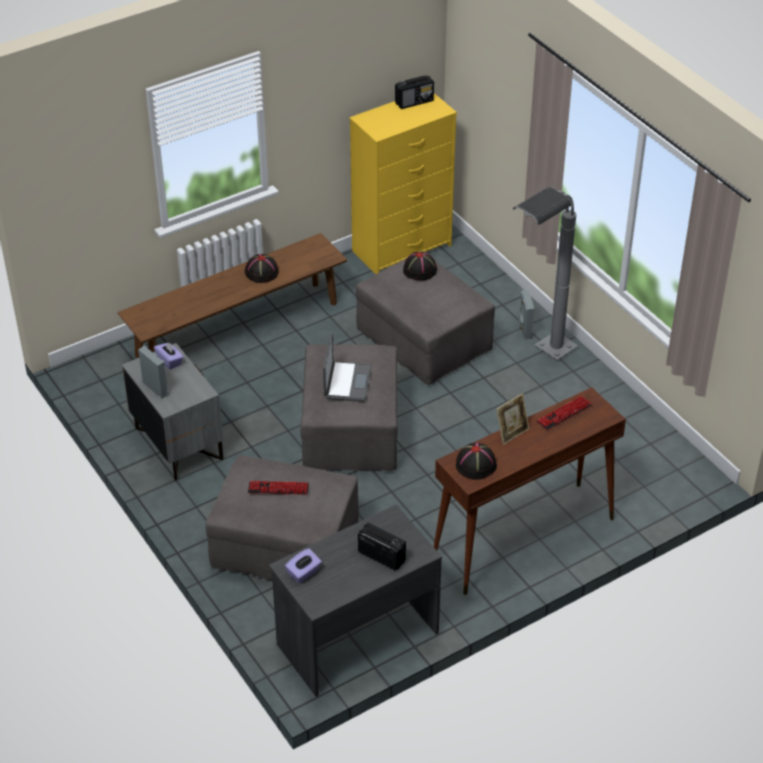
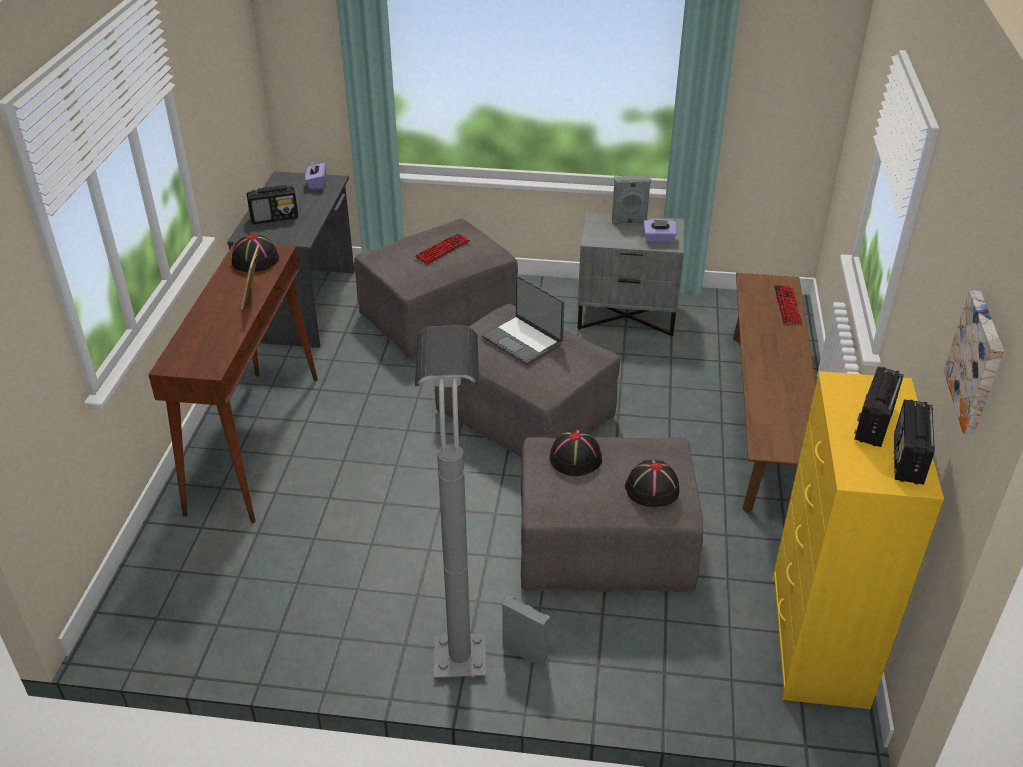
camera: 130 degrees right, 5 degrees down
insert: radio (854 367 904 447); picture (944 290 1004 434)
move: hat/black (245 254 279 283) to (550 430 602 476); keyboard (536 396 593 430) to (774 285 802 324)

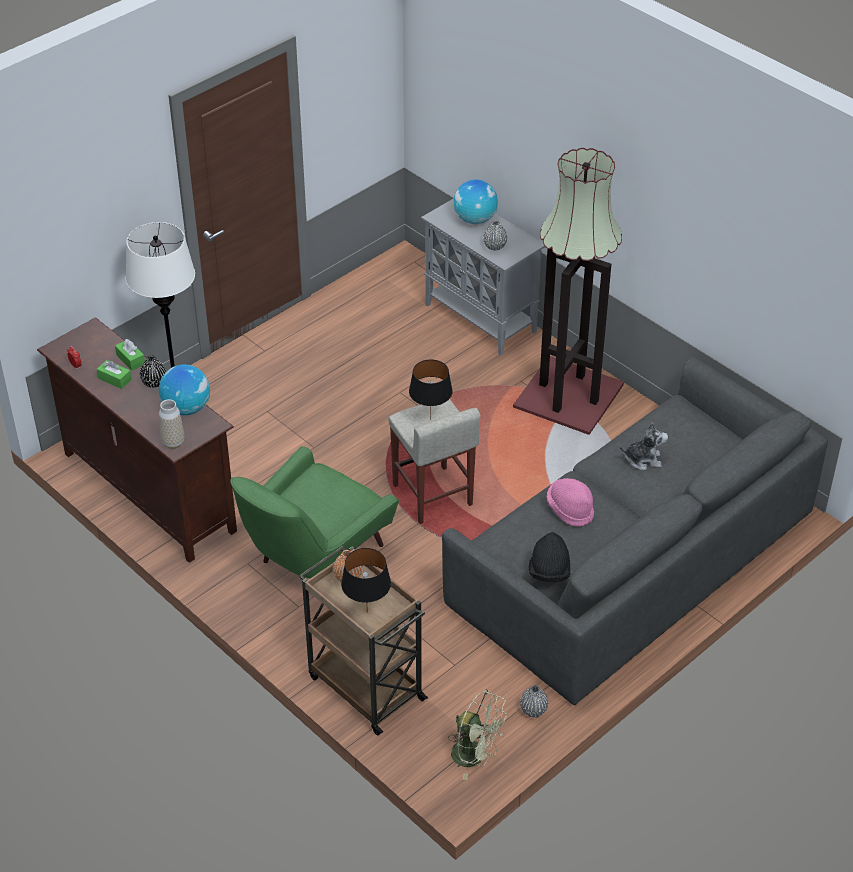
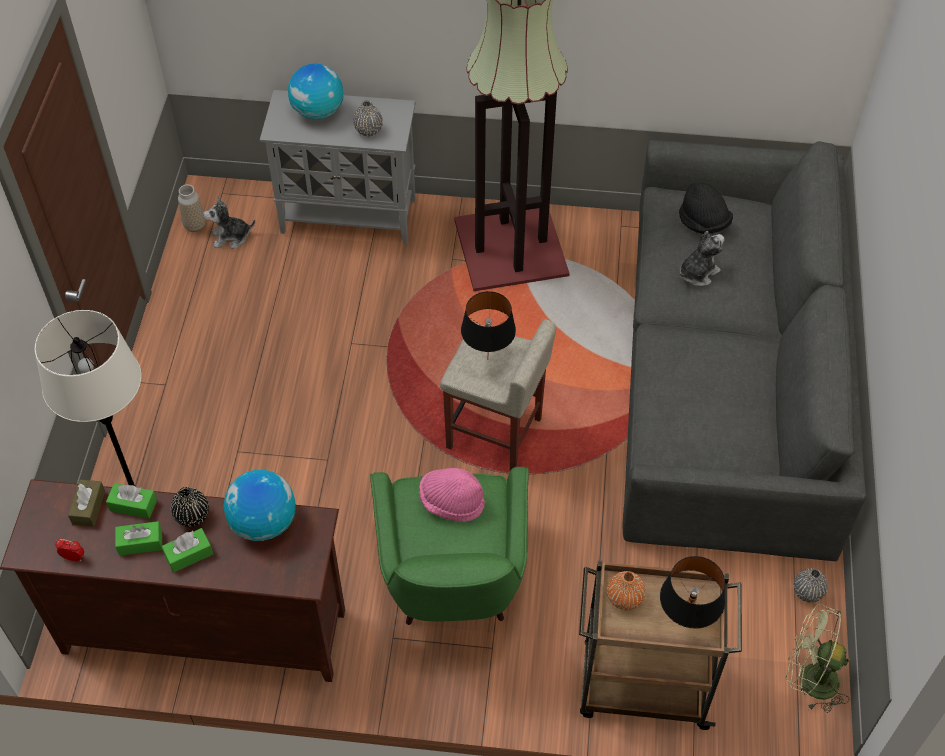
camera: 40 degrees left, 10 degrees up
insert: tissue box/brown (68 480 105 527); tissue box/green (162 528 213 573); plush toy (203 196 255 249)
move: vase (159 399 184 449) to (178 184 206 232); hat/black (529 532 570 582) to (679 182 733 234); hat/pink (547 478 594 527) to (419 468 485 522)
rotate: fan/green (448 690 508 780) = (786 604 850 713) 150 degrees counterclockwise

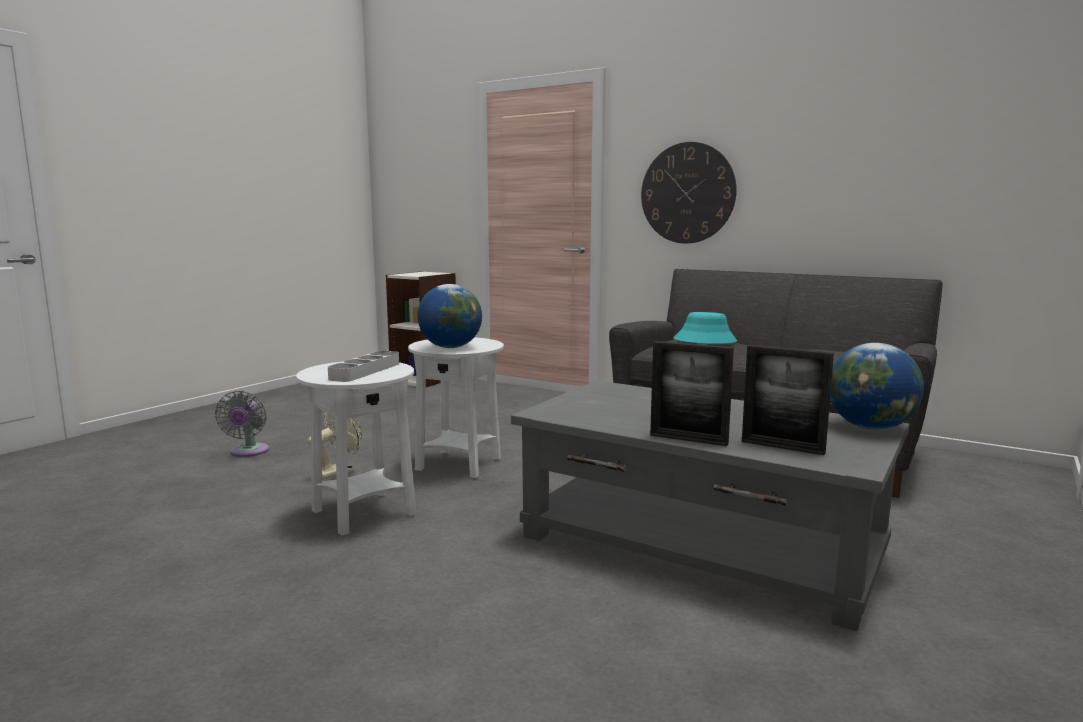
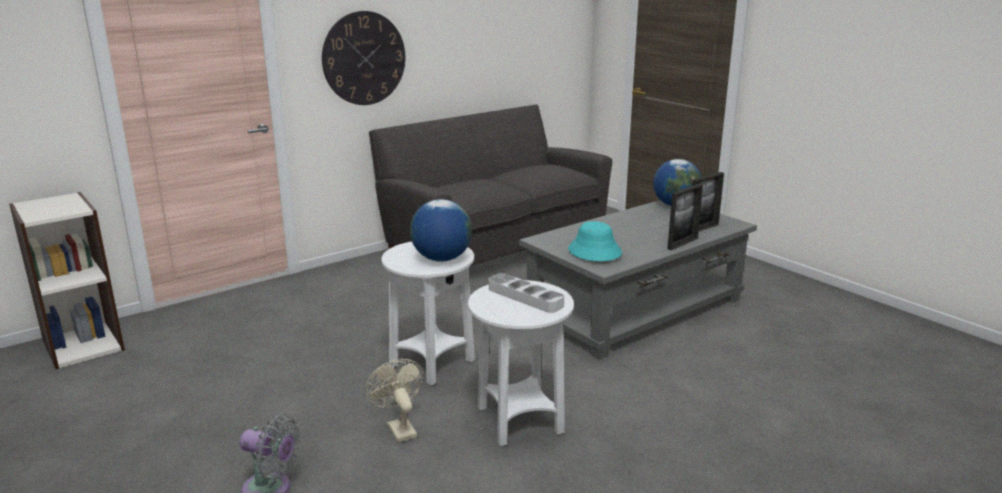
camera: 70 degrees left, 10 degrees up
move: hat/turquoise (673 312 737 344) to (568 221 622 261)

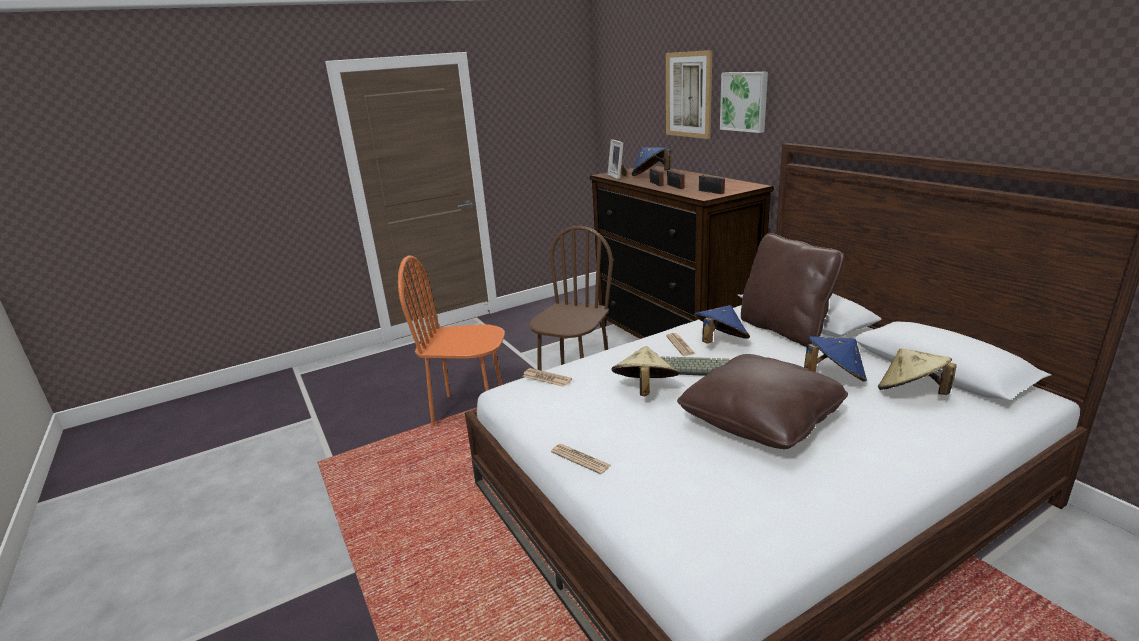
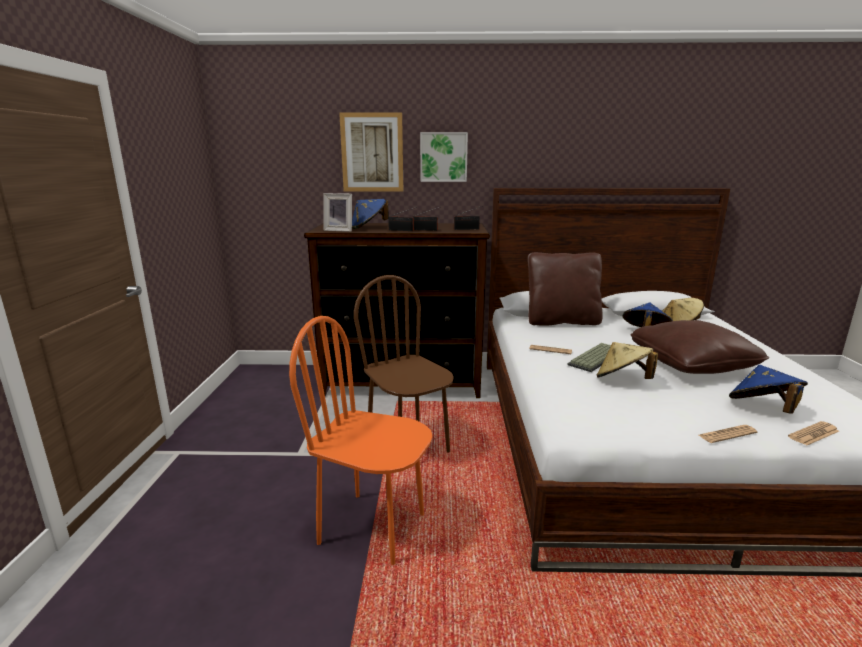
camera: 60 degrees left, 5 degrees down
move: newspaper (522 368 572 387) to (788 421 839 445); hat/blue (694 305 750 344) to (729 365 808 414)
rotate: chair/orange (398 256 505 426) = (289 316 433 565) 75 degrees clockwise

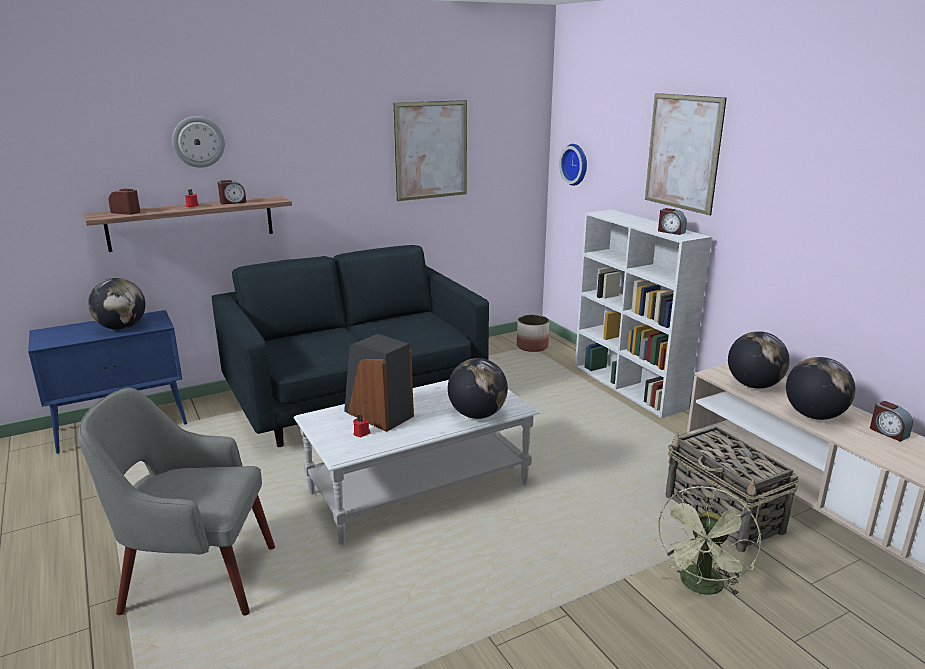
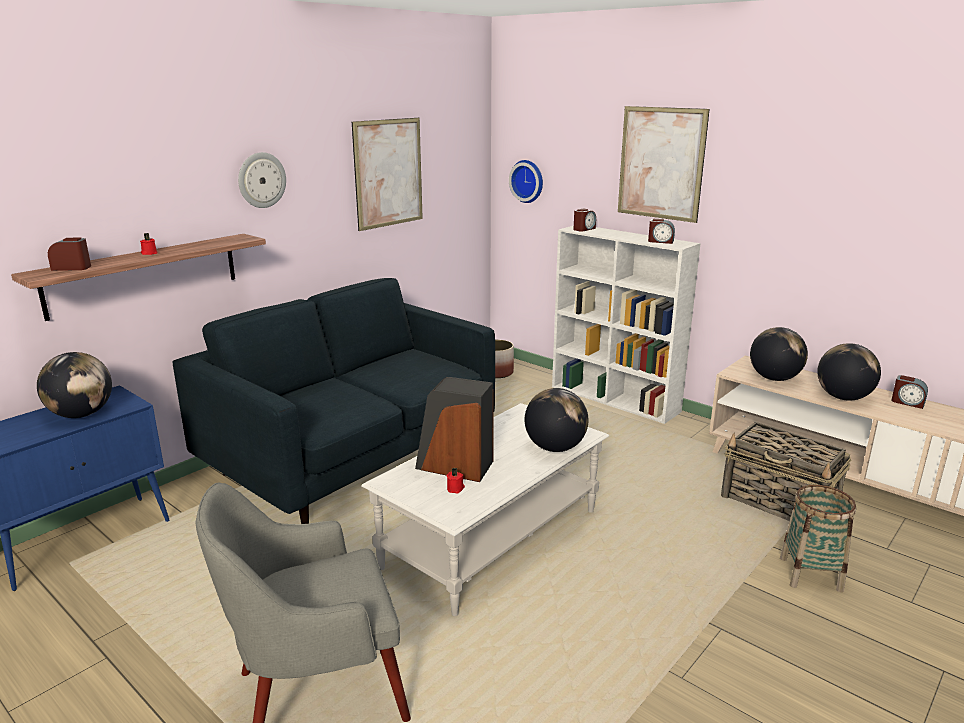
camera: 20 degrees left, 0 degrees up
move: wall clock (172 116 225 168) to (238 152 286 208); alarm clock (218 180 246 204) to (573 209 596 232)
replace: fan/green (656 486 761 597) to basket (780 485 856 592)

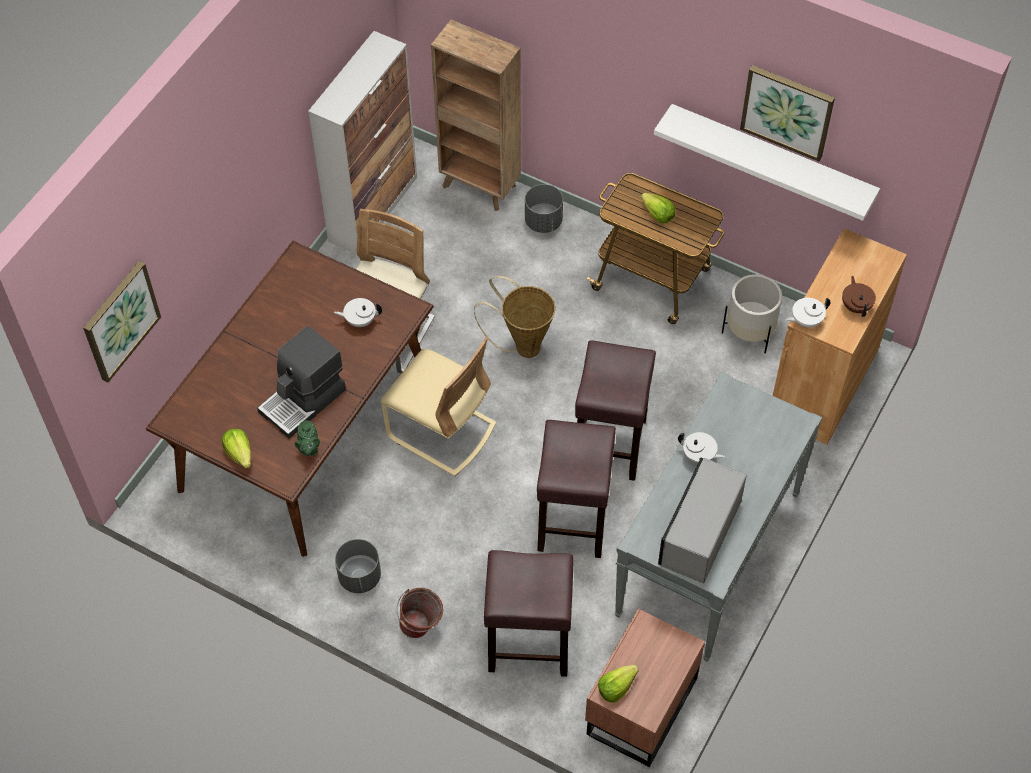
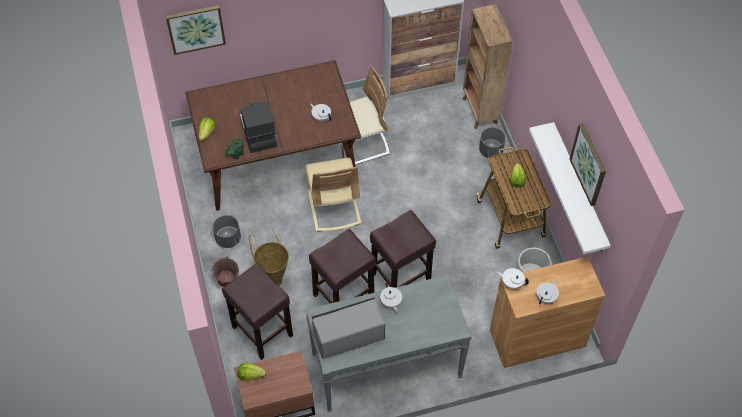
camera: 45 degrees right, 0 degrees up
move: basket (474 276 555 358) to (249 228 289 286)
recolor: teapot/brown (842 276 876 317) to teapot/white (536 280 559 304)
rotate: coffee machine (257 326 346 439) = (240 102 277 153) 75 degrees clockwise

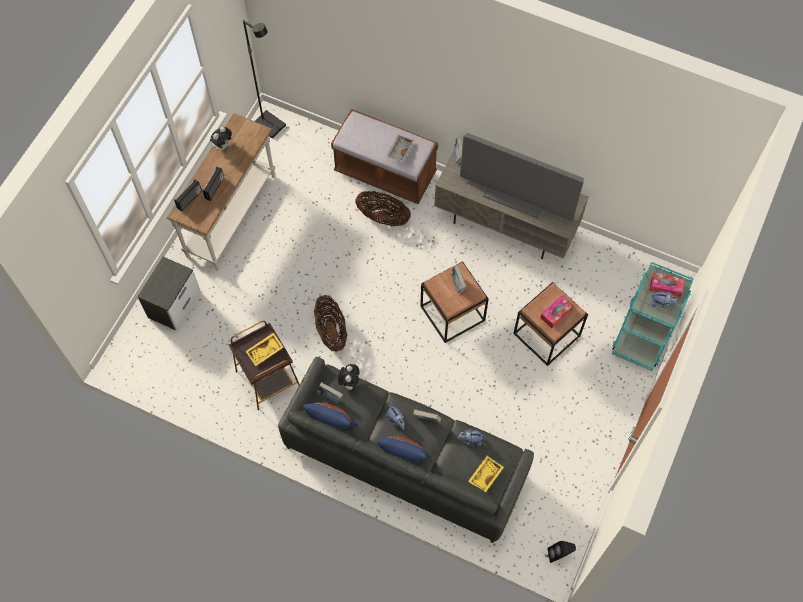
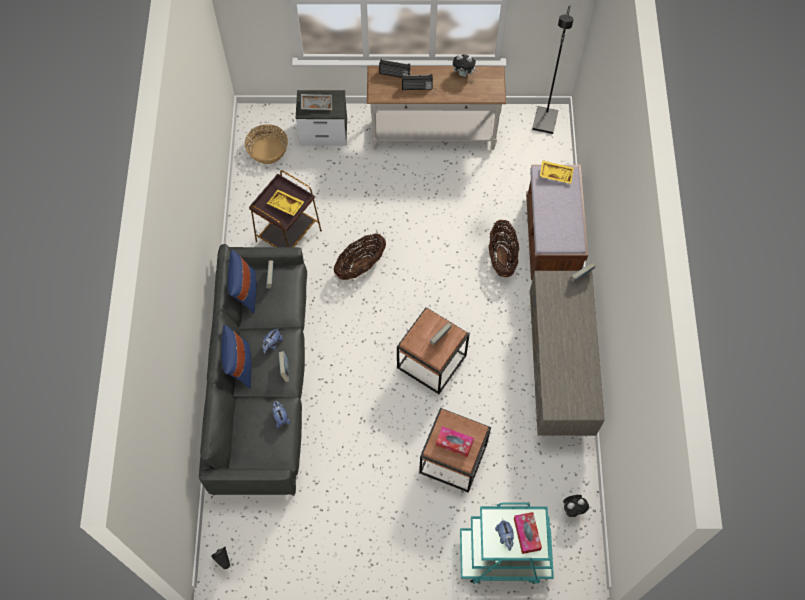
camera: 65 degrees right, 0 degrees up
delete: television (460 133 584 222)
insert: basket (245 124 288 164)
move: plush toy (338 364 360 390) to (563 495 589 517); tray/grey (387 135 415 162) to (301 94 332 110); tray/yellow (468 456 504 492) to (540 160 574 184)

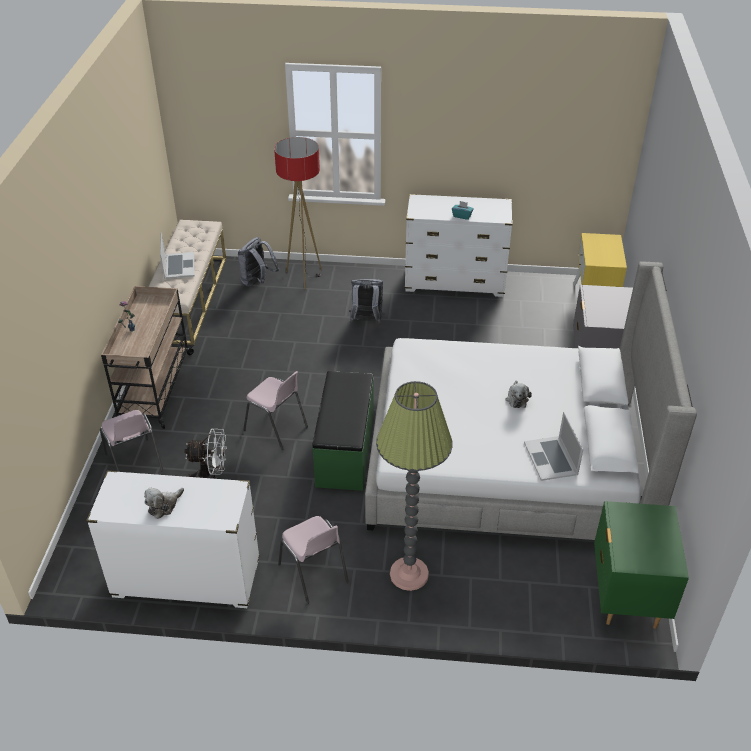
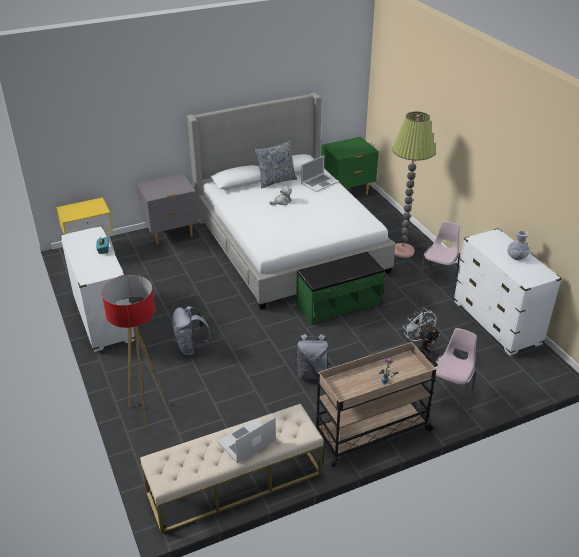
camera: 120 degrees left, 5 degrees down
delete: chair/pink (243 371 308 450)
insert: pillow (255 140 297 188)
move: backpack/grey (238 237 279 287) to (295 334 330 380)
replace: plush toy (144 488 184 519) to vase (507 230 530 260)

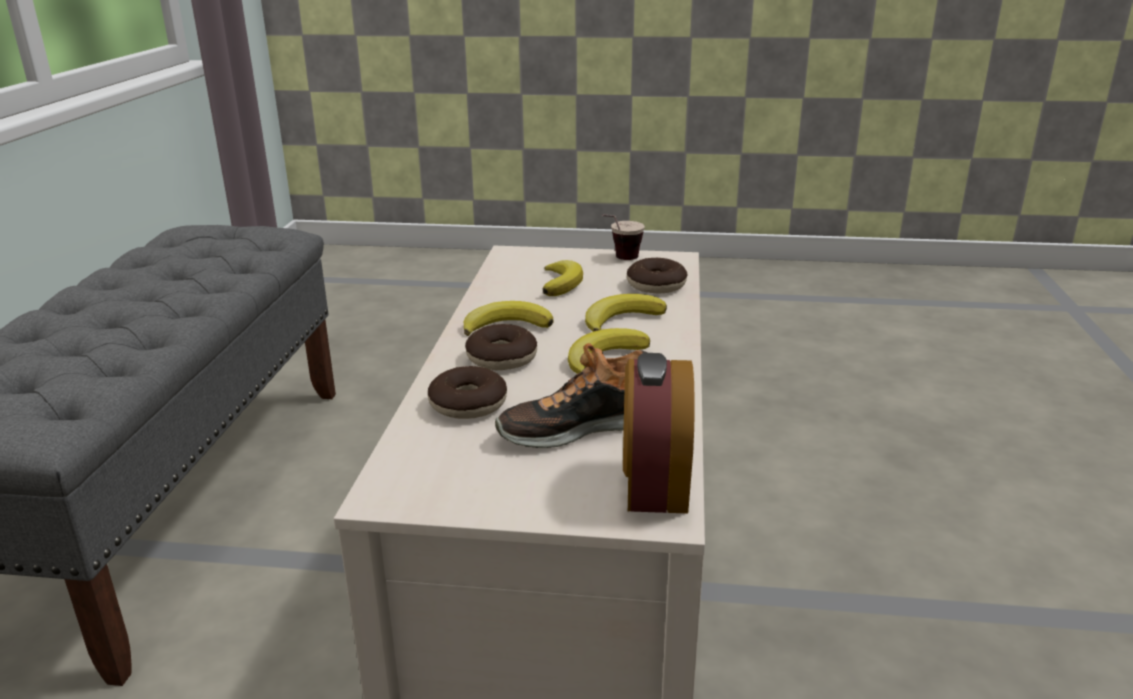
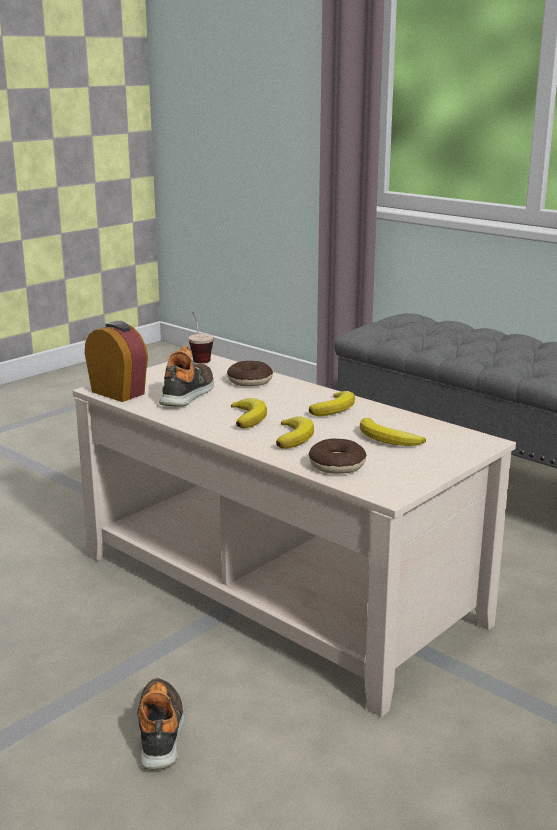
camera: 125 degrees right, 5 degrees down
delete: donut (465 324 537 370)
insert: shoe (137 678 185 770)
move: cup (602 214 645 260) to (188 312 214 363)

